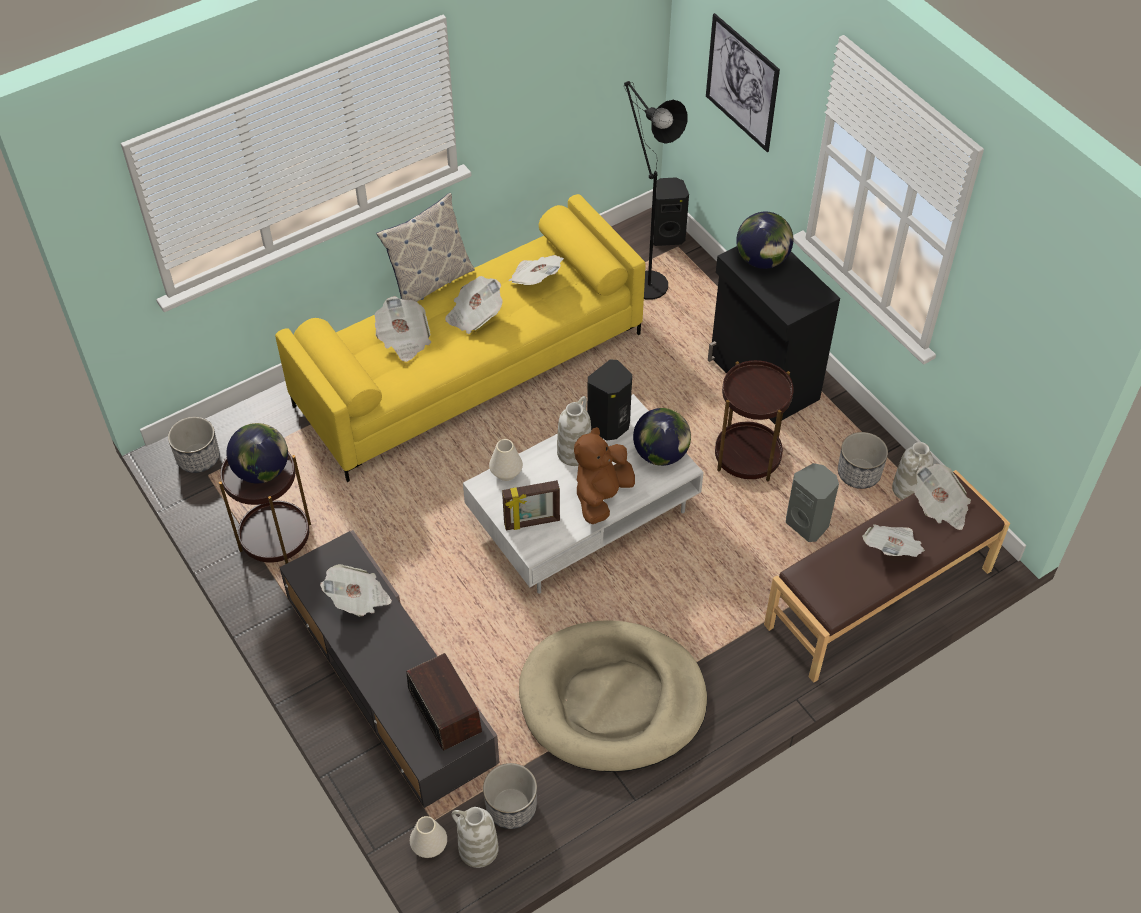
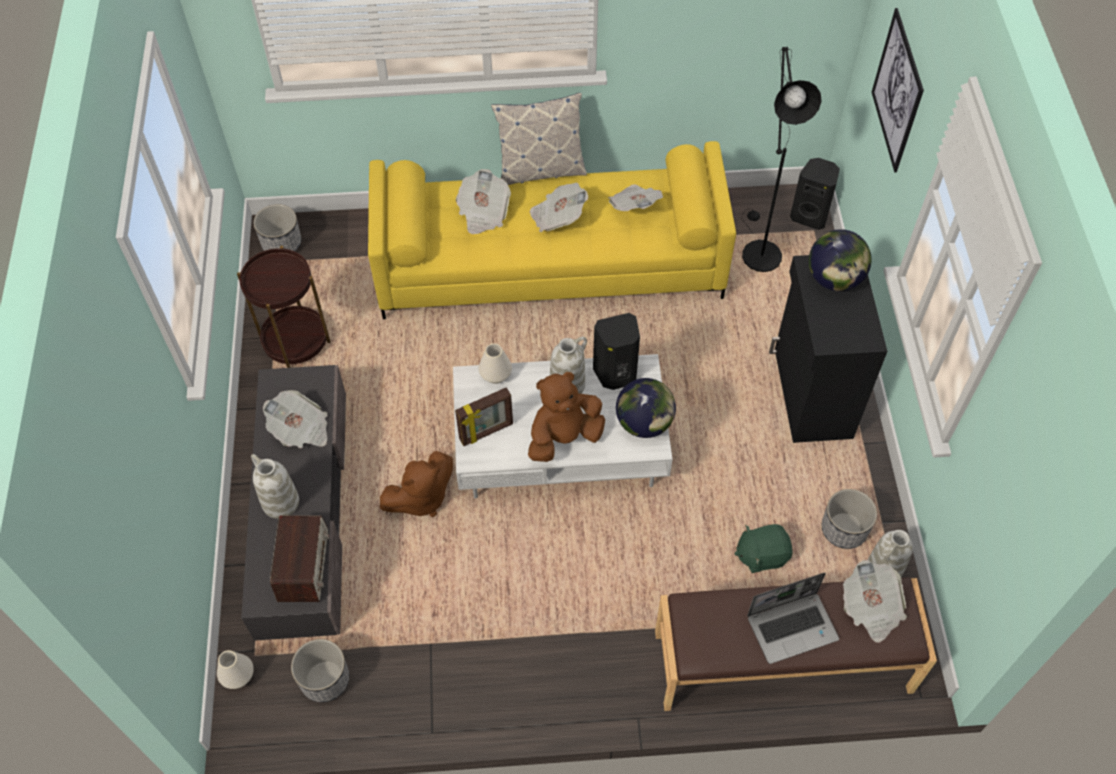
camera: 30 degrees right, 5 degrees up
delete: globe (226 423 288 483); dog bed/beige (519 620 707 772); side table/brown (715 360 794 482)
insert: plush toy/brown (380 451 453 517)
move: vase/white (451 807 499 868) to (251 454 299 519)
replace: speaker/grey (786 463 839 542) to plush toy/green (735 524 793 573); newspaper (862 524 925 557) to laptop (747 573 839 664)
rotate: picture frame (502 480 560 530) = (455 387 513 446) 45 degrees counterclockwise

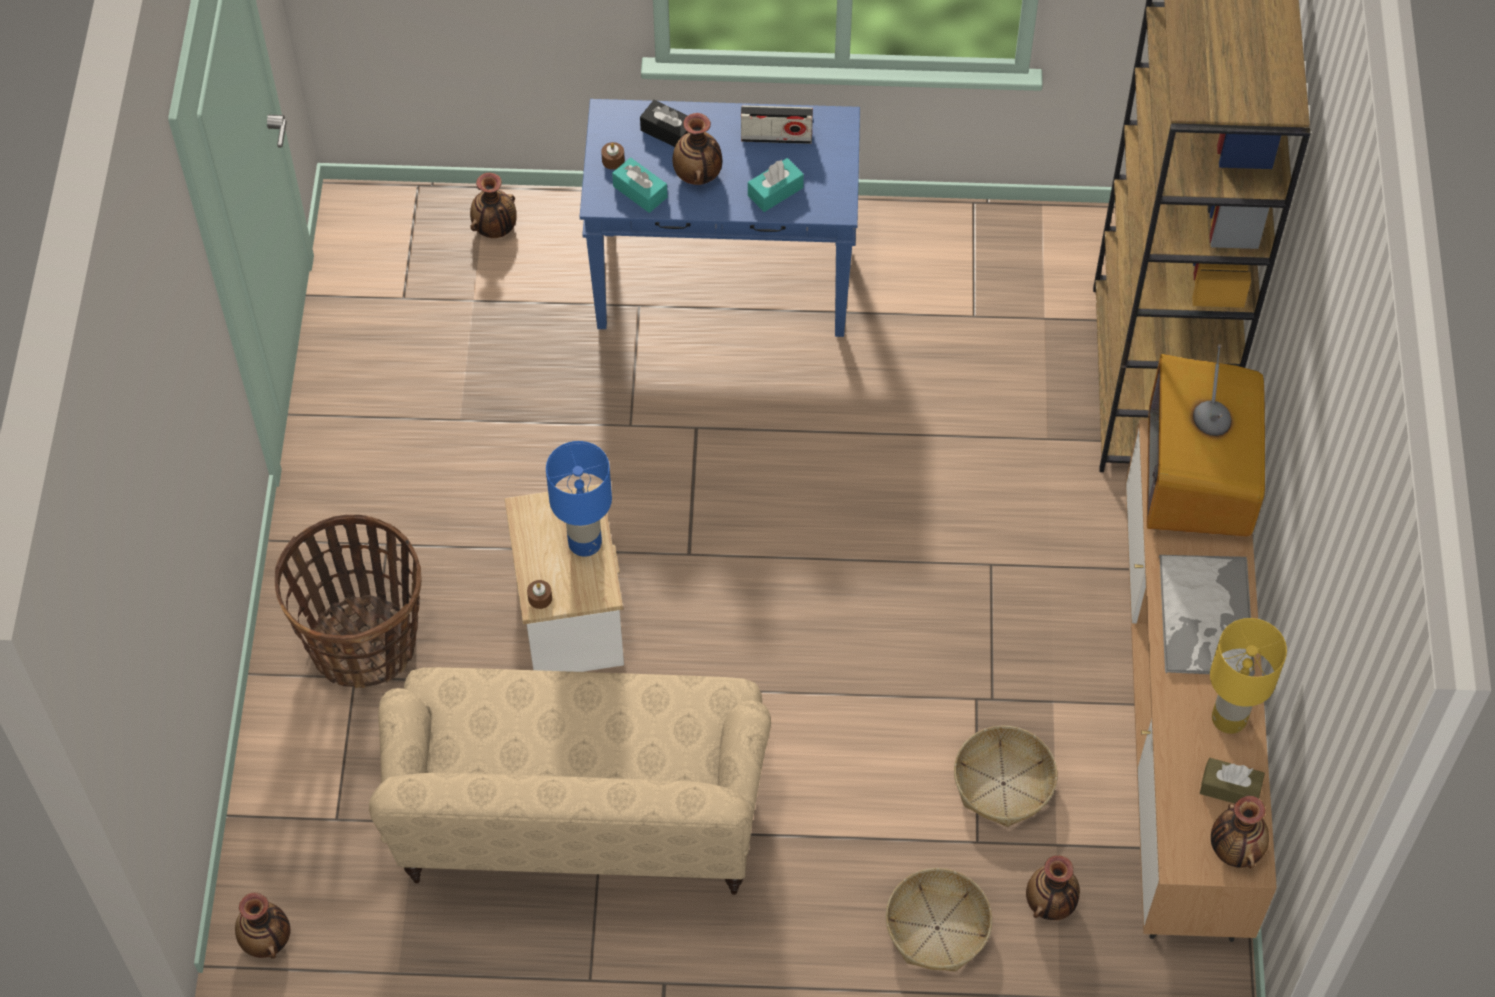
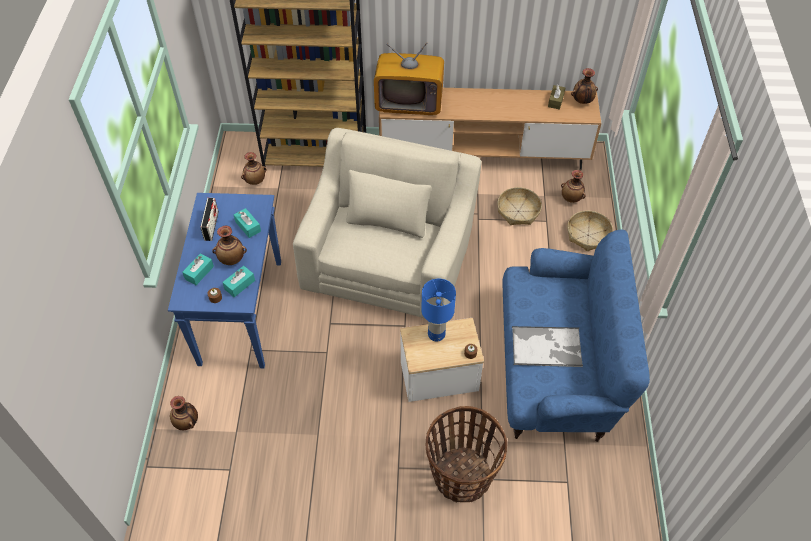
camera: 90 degrees left, 5 degrees down
delete: table lamp/yellow (1210 618 1287 734)
insert: armchair/beige (293 128 482 319)
move: vase (235 893 291 959) to (241 152 267 185); tray (1159 554 1255 677) to (512 326 583 367)
recolor: sofa/beige (369 667 771 895) to sofa/blue (503 229 650 442); tissue box/black (640 100 688 147) to tissue box/turquoise (182 253 214 285)

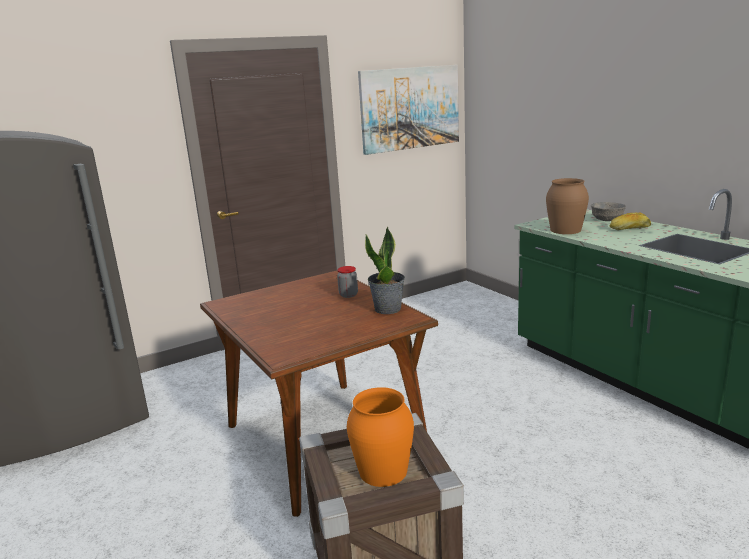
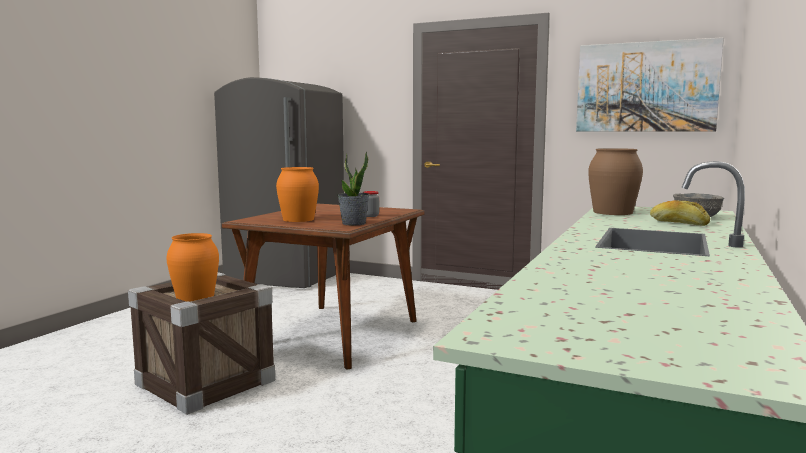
camera: 55 degrees right, 10 degrees down
insert: vase/orange (276 167 319 222)

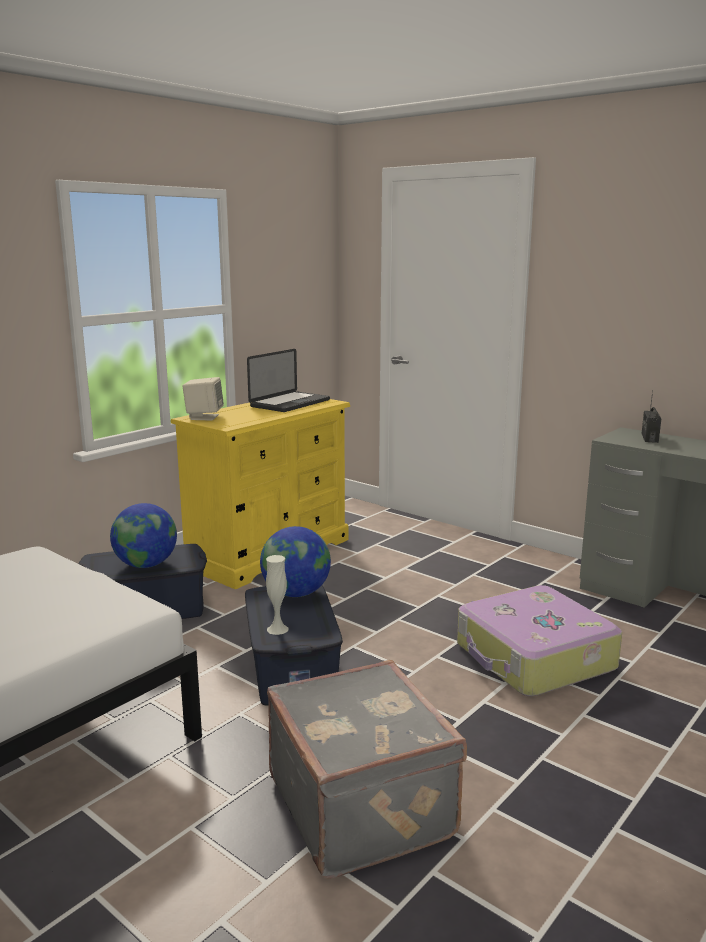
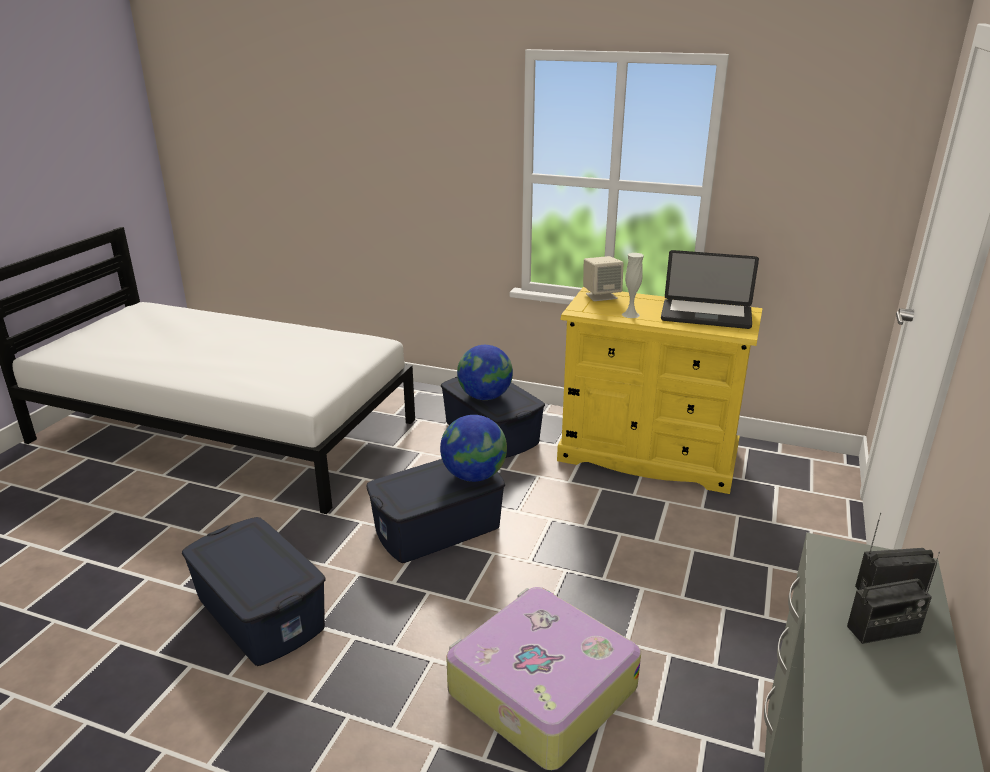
camera: 70 degrees right, 10 degrees up
insert: radio (847 552 940 644)
move: vase/white (266 555 289 635) to (622 253 644 318)
replace: suitcase/grey (267 660 467 879) to storage box/blue (182 517 325 666)

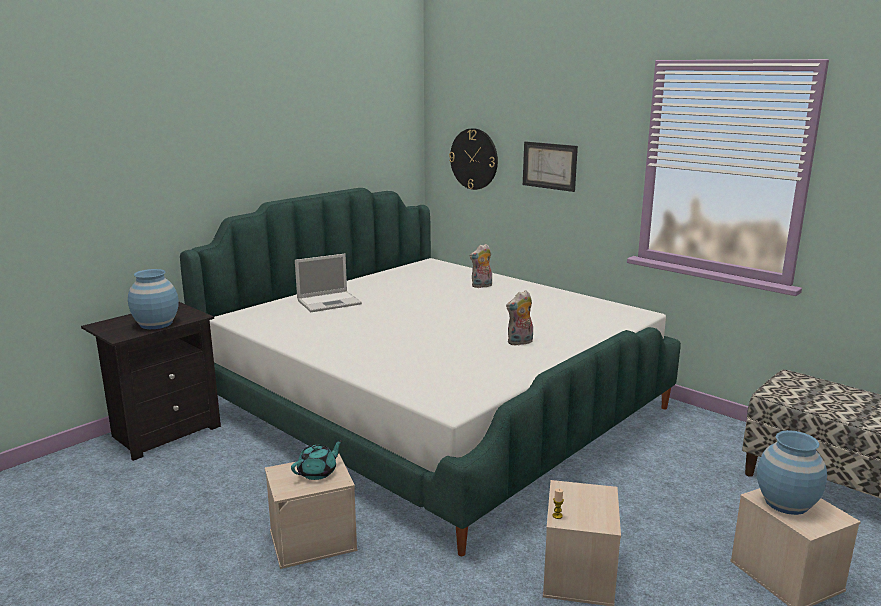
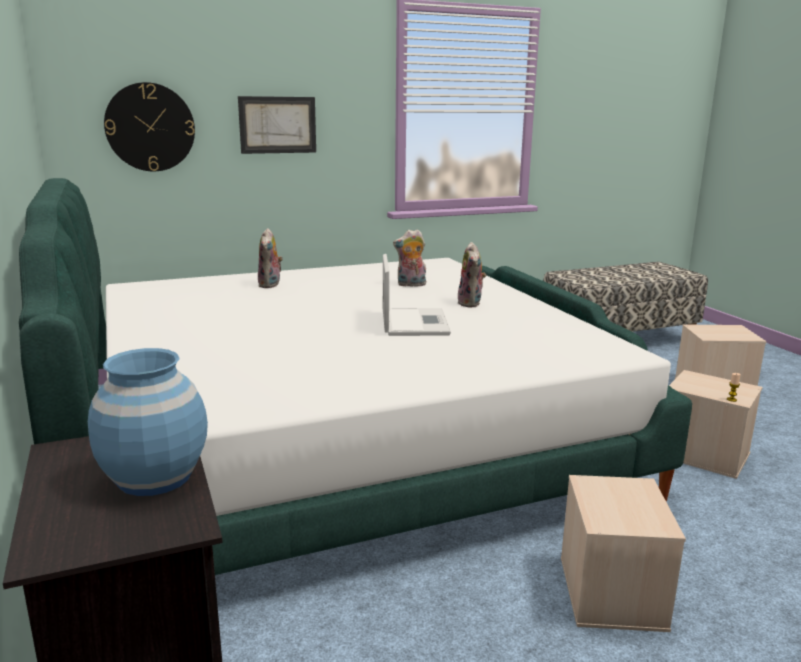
camera: 65 degrees left, 0 degrees up
delete: teapot/turquoise (291 440 343 480); vase/blue (757 430 827 515)
insert: plush toy (393 229 426 287)
move: laptop (295 254 362 312) to (383 254 451 336)

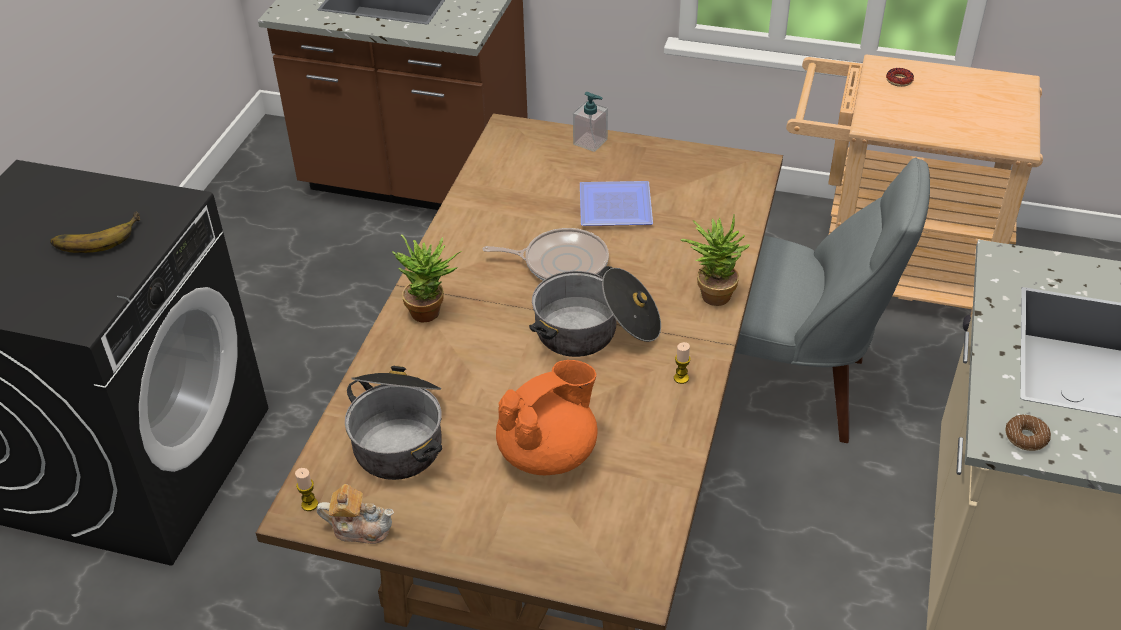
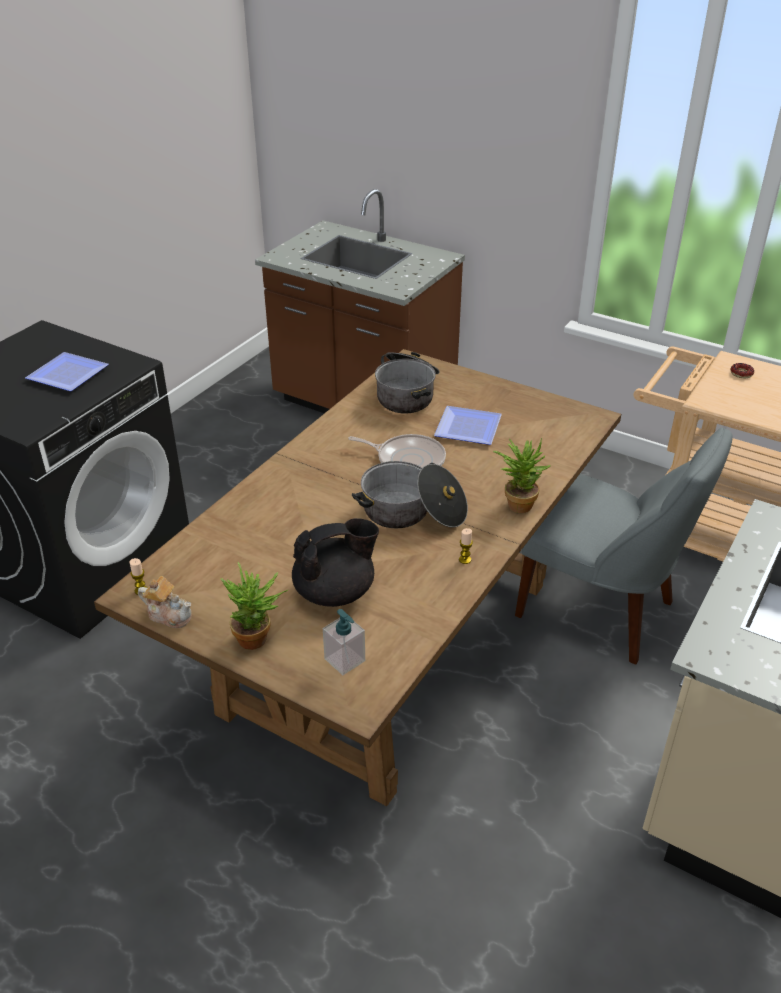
camera: 15 degrees right, 5 degrees down
delete: donut (1005 414 1051 451)
move: cooking pot (345 366 442 480) to (375 352 440 414); potted plant (392 234 462 322) to (220 562 288 650); soap dispenser (573 92 608 152) to (323 609 365 675)
replace: banana (50 212 140 253) to plate (25 352 109 391)
recolor: teapot/orange (496 360 598 475) to teapot/black (292 518 379 607)

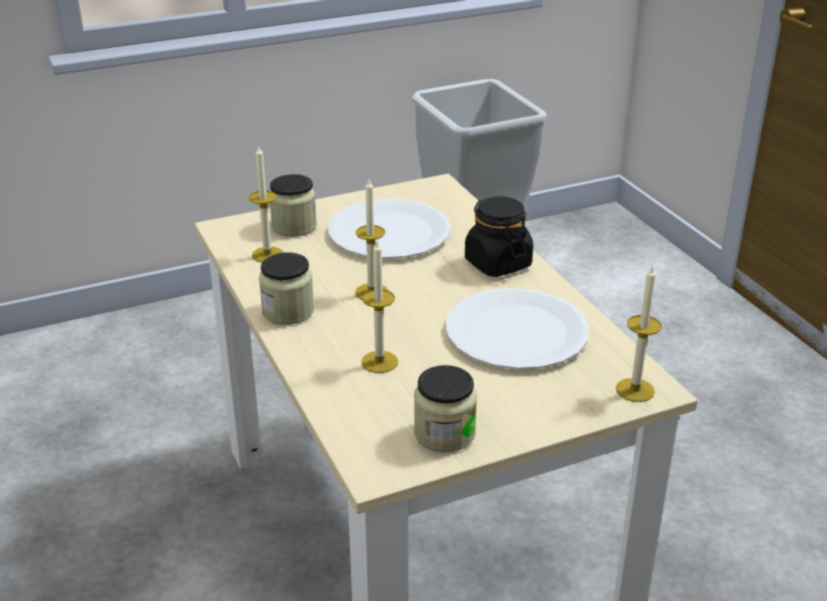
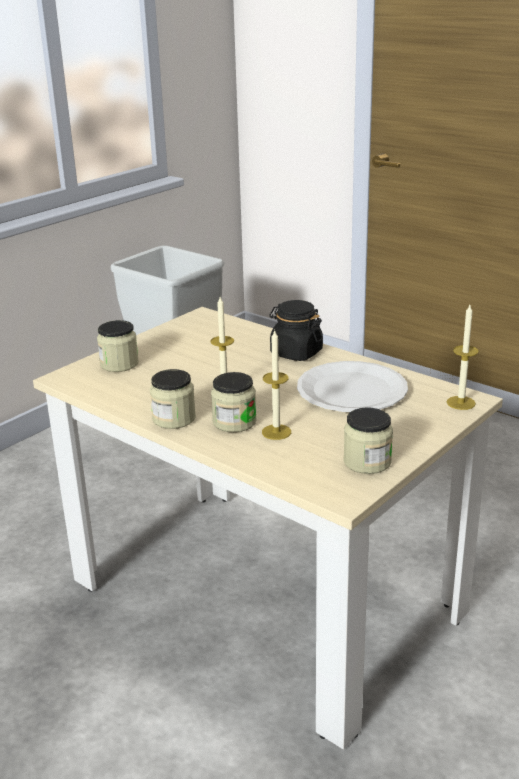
camera: 25 degrees left, 5 degrees down
delete: candle (249 145 283 263); plate/white (328 199 451 259)
insert: jar (211 372 257 432)

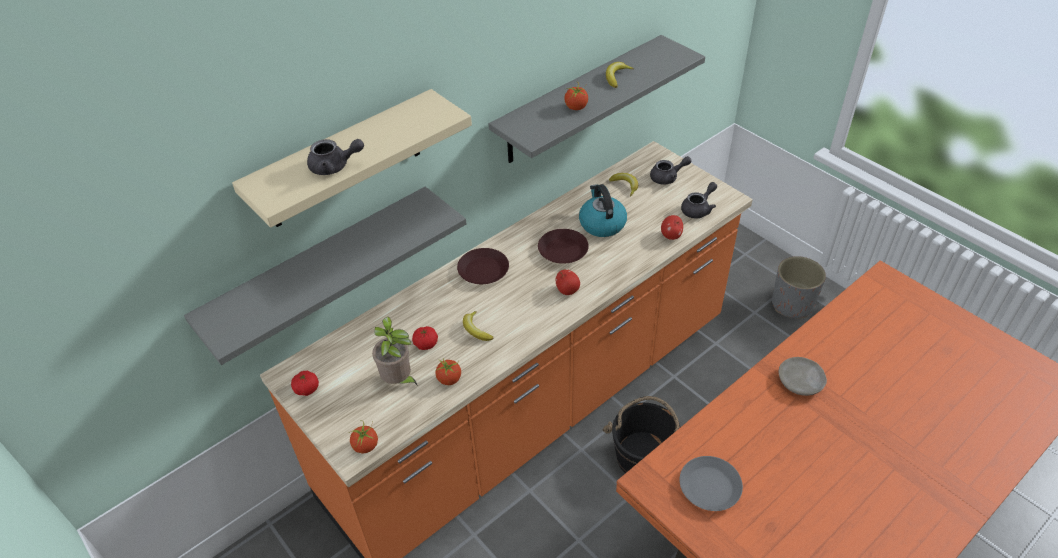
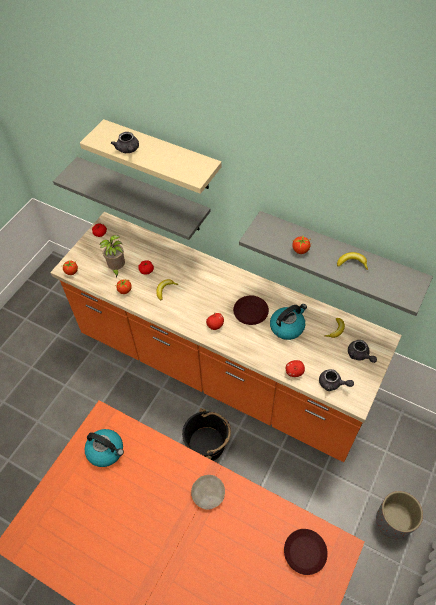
camera: 70 degrees right, 10 degrees up
move: plate/brown (457 248 509 284) to (284 529 328 575)
replace: plate/grey (680 456 743 511) to kettle (85 429 124 467)

